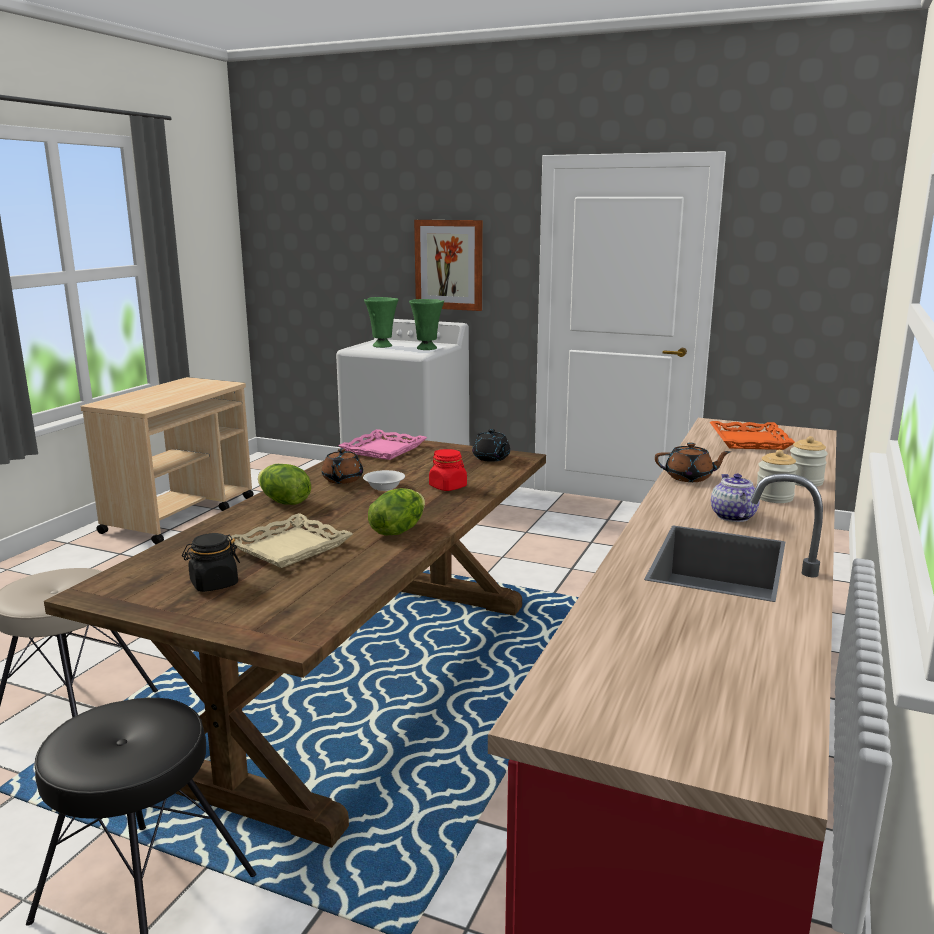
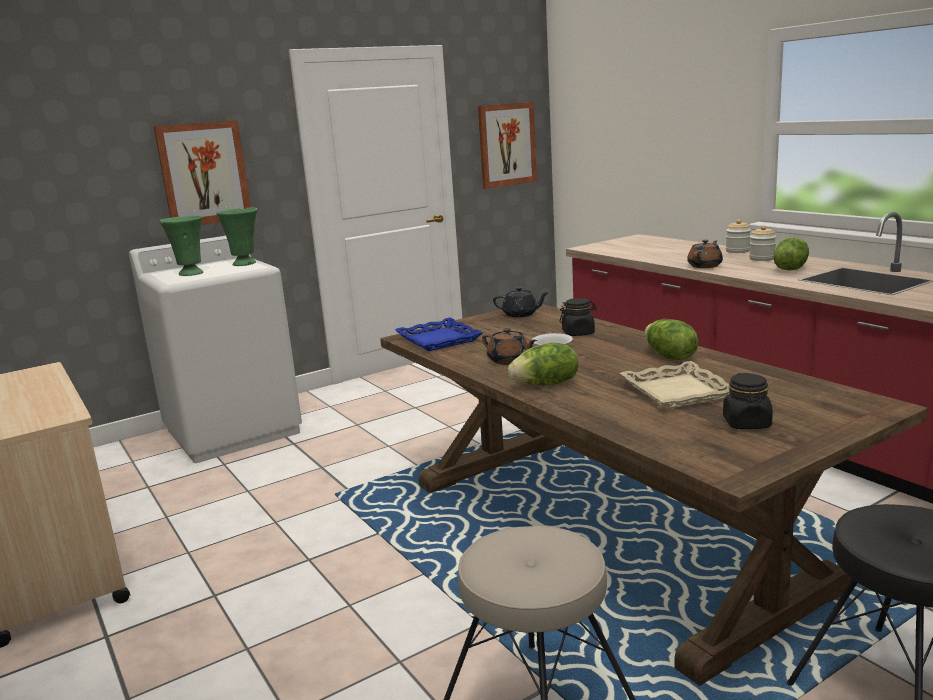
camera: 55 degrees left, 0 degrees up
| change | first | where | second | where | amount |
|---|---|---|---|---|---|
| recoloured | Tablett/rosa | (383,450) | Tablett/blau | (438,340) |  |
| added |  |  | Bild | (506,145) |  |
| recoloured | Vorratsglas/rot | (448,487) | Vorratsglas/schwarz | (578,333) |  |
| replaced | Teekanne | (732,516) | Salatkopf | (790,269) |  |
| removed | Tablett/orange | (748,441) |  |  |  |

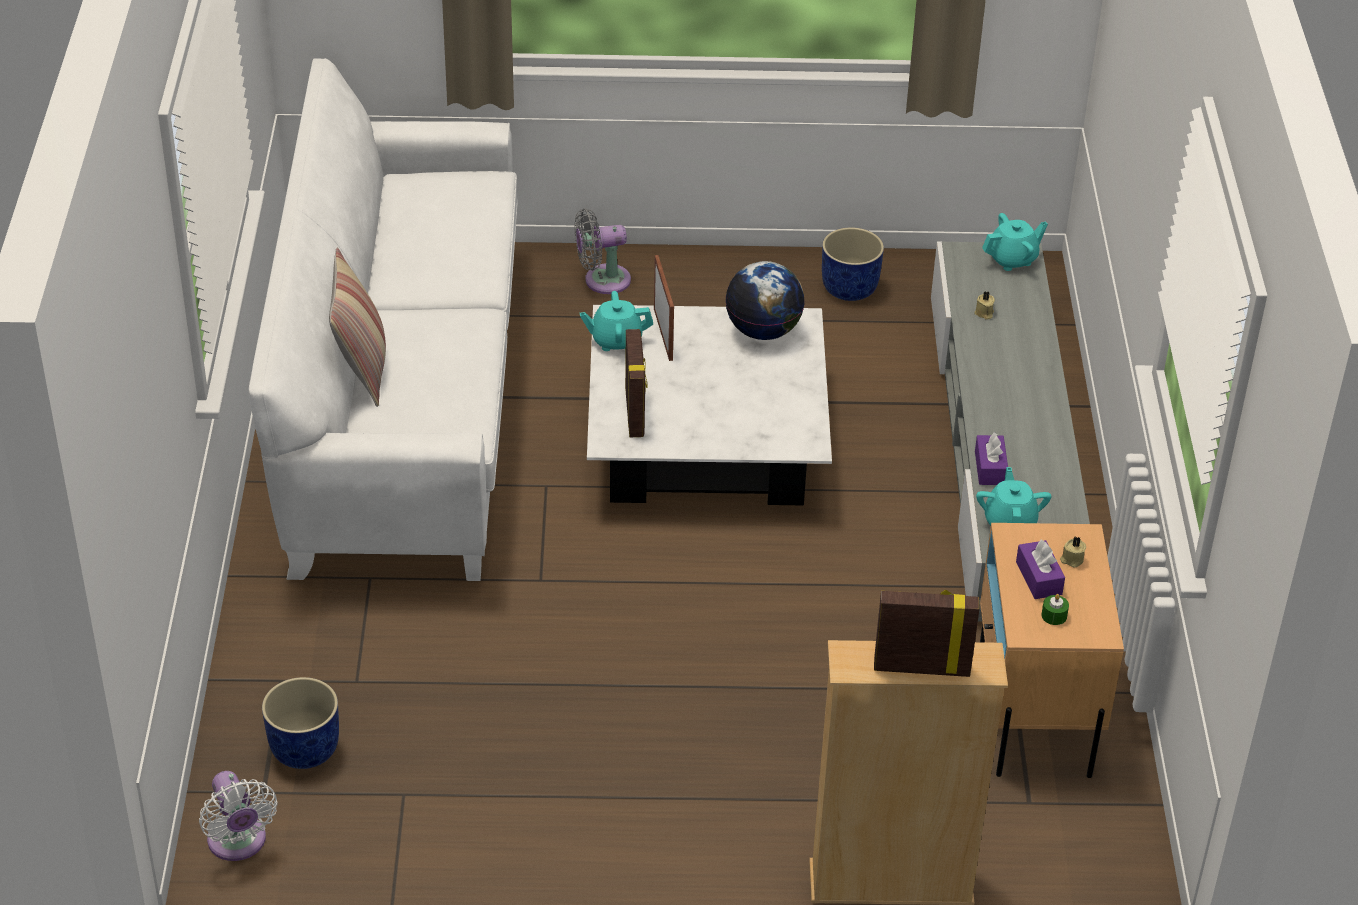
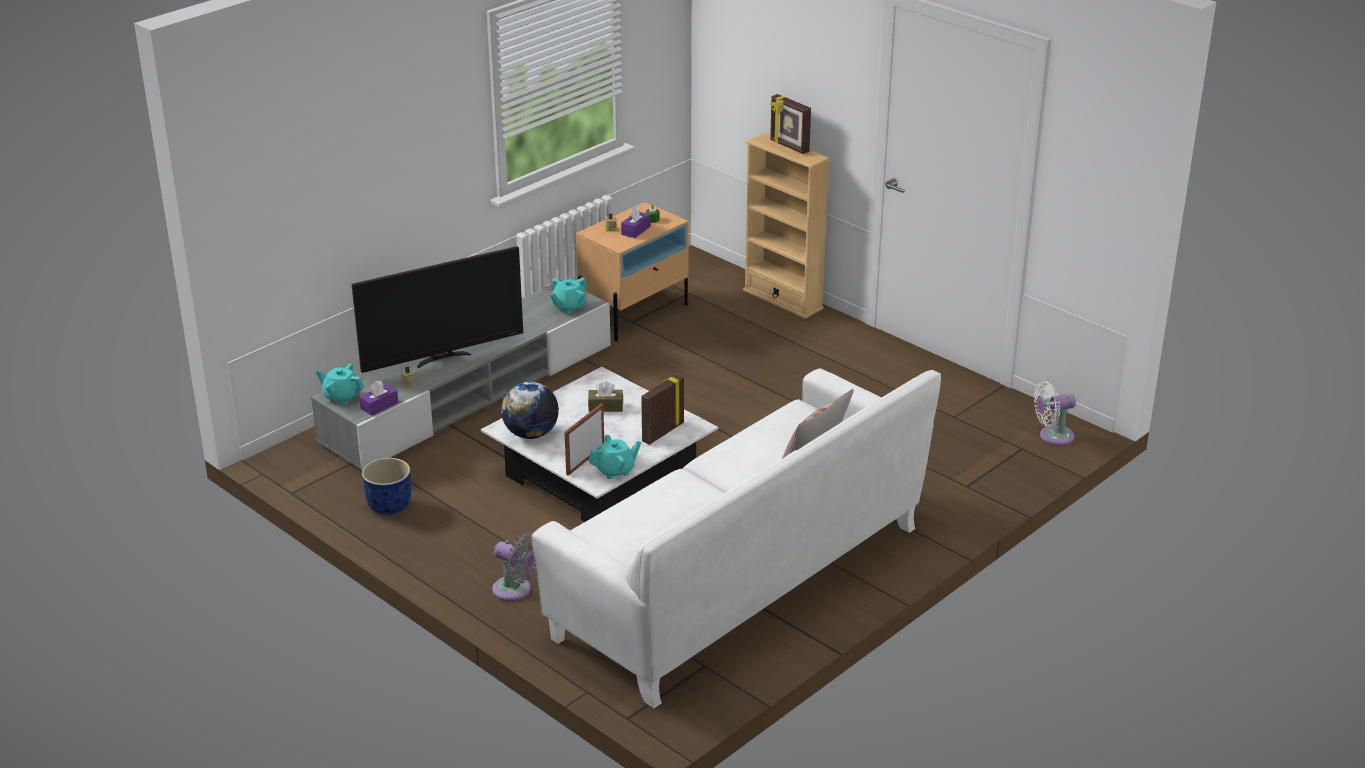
camera: 135 degrees left, 10 degrees down
| change | first | where | second | where | amount |
|---|---|---|---|---|---|
| added |  |  | Fernseher | (442,358) |  |
| moved | Taschentuchbox/lila | (990,468) |  | (379,406) |  |
| added |  |  | Taschentuchbox/braun | (605,407) |  |
| turned | Teekanne/türkis | (616,340) |  | (615,470) | 60 degrees counterclockwise |
| turned | Ventilator/weiß | (238,843) |  | (1053,436) | 120 degrees counterclockwise |
| removed | Pflanzkübel/blau | (303,748) |  |  |  |

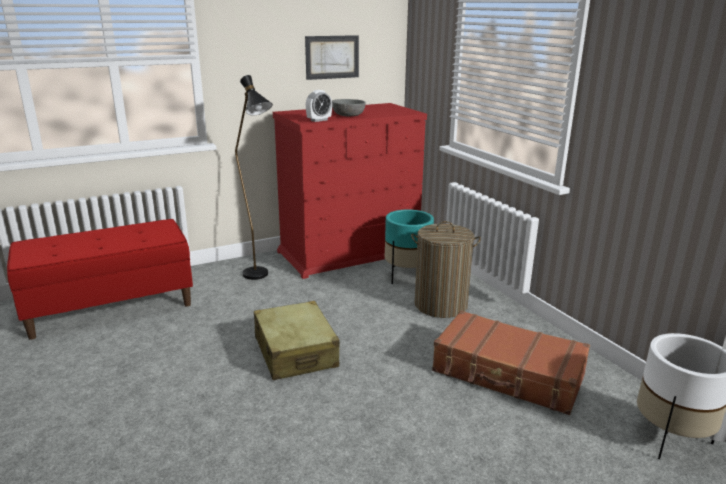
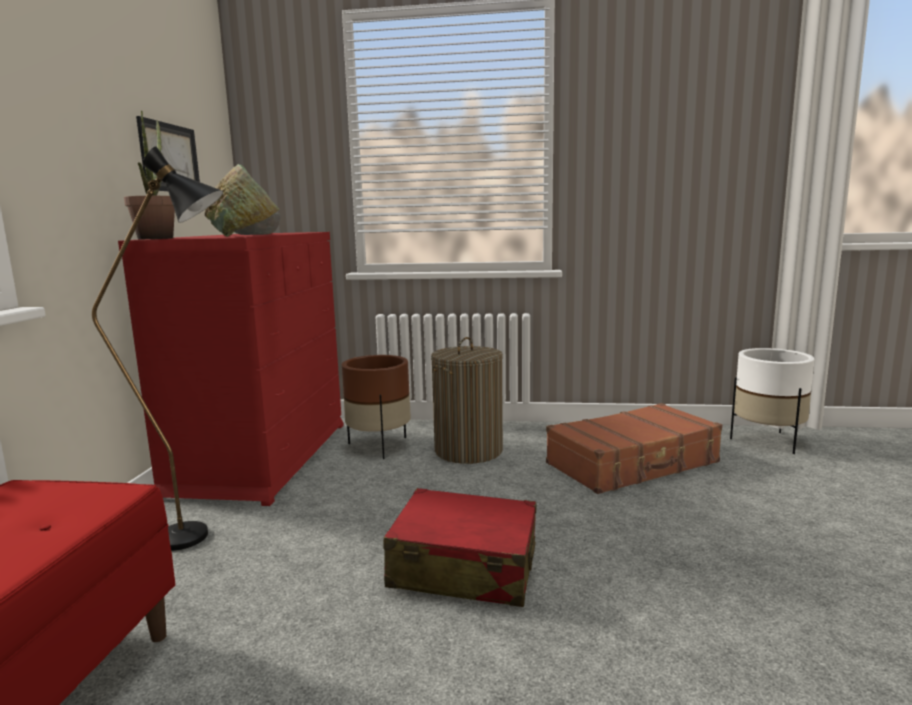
camera: 55 degrees left, 10 degrees down
| change | first | where | second | where | amount |
|---|---|---|---|---|---|
| added |  |  | Topfpflanze | (158,238) |  |
| replaced | Wecker | (319,120) | Schüssel/grün | (248,236) |  |
| recoloured | Pflanzkübel/türkis | (407,276) | Pflanzkübel/braun | (379,446) |  |
| recoloured | Koffer/beige | (295,352) | Koffer/rot | (464,568) |  |

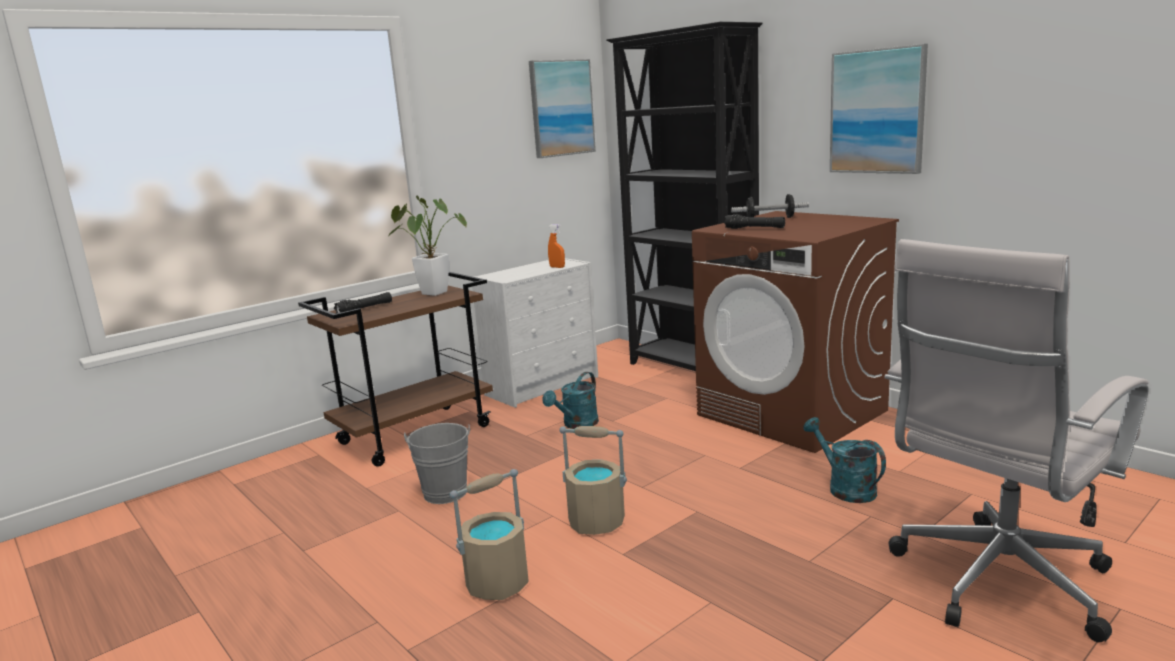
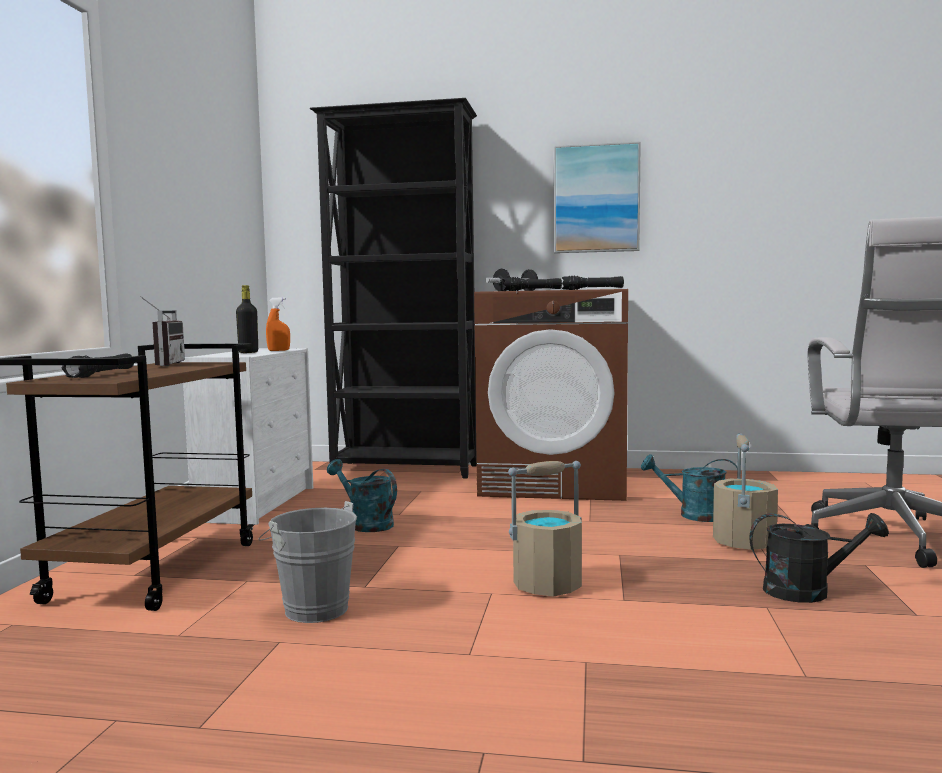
camera: 40 degrees left, 10 degrees down
| change | first | where | second | where | amount |
|---|---|---|---|---|---|
| replaced | Topfpflanze | (430,292) | Radio | (163,364) |  |
| added |  |  | Flasche/schwarz | (248,352) |  |
| turned | Gießkanne/türkis | (576,424) |  | (365,523) | 135 degrees clockwise |
| added |  |  | Taschenlampe/schwarz | (592,289) |  |
| moved | Eimer/beige | (498,583) |  | (743,542) |  |
| added |  |  | Gießkanne/schwarz | (808,591) |  |
| removed | Bild | (561,108) |  |  |  |

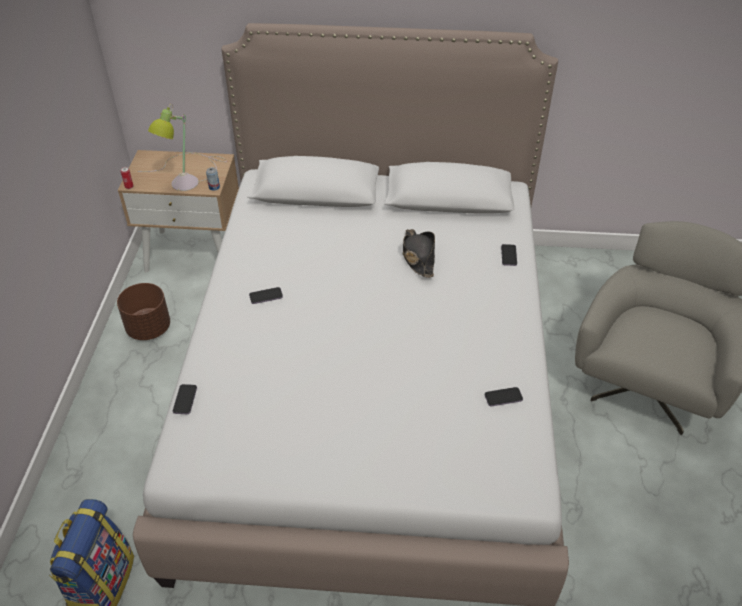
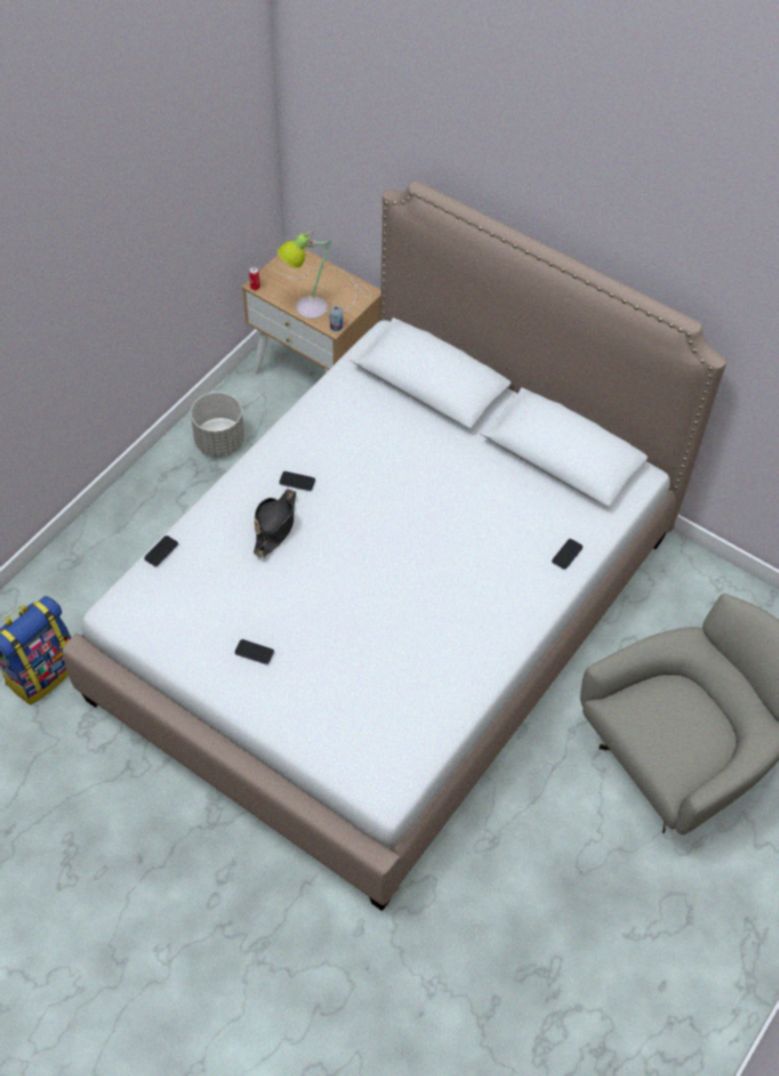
camera: 30 degrees right, 10 degrees up
| change | first | where | second | where | amount |
|---|---|---|---|---|---|
| recoloured | Pflanzkübel/braun | (149,328) | Pflanzkübel/grau | (220,441) |  |
| moved | Handy | (503,397) |  | (254,652) |  |
| moved | Hut/schwarz | (418,257) |  | (275,526) |  |

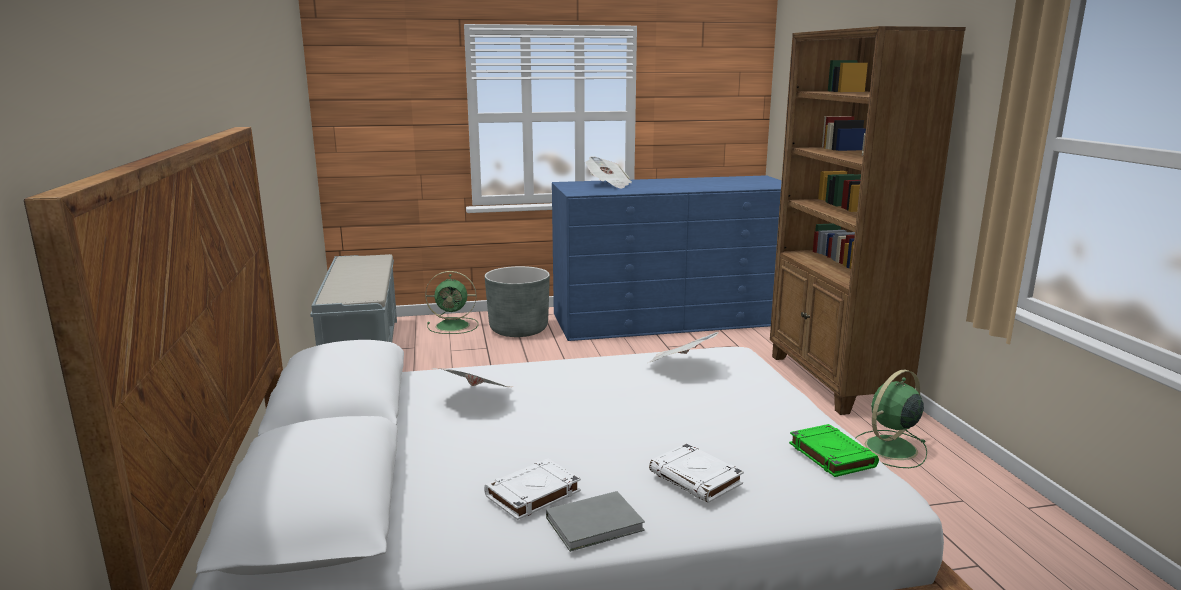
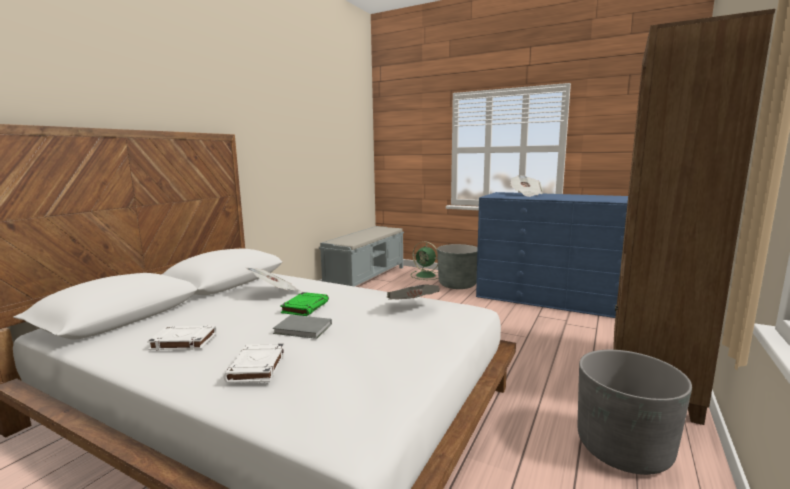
camera: 40 degrees right, 5 degrees down
| change | first | where | second | where | amount |
|---|---|---|---|---|---|
| moved | Buch/grau | (597,524) |  | (304,329) |  |
| moved | Buch/grün | (830,455) |  | (305,307) |  |
| replaced | Ventilator/grün | (889,448) | Pflanzkübel/grau | (623,448) |  |

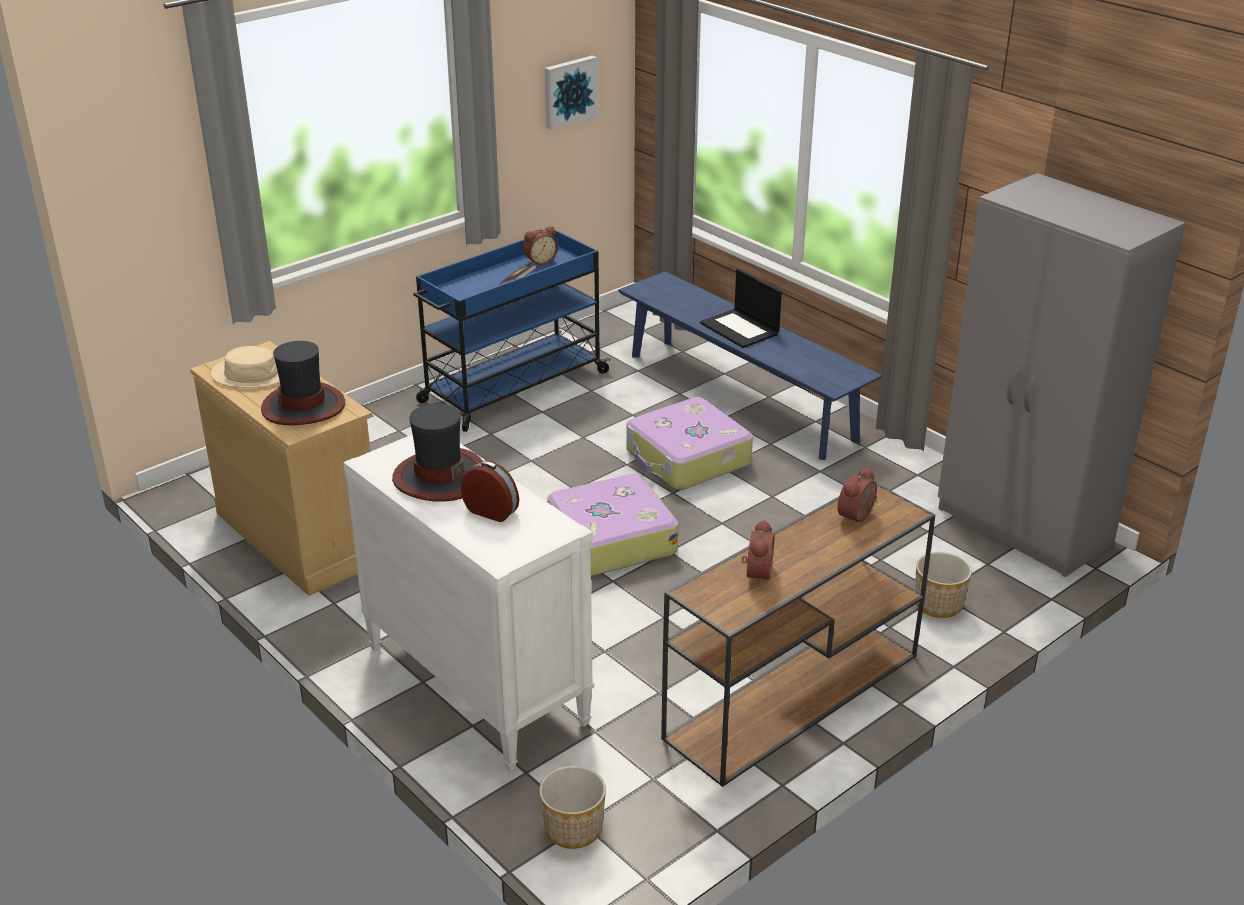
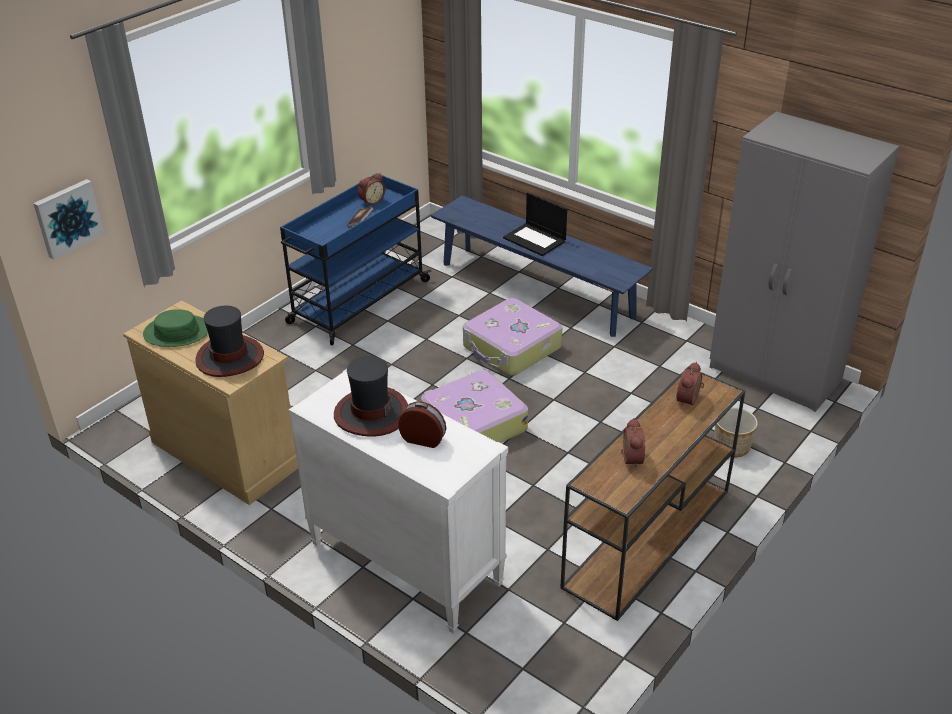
camera: 10 degrees left, 5 degrees up
| change | first | where | second | where | amount |
|---|---|---|---|---|---|
| moved | Bild | (569,91) |  | (67,218) |  |
| recoloured | Hut/beige | (252,373) | Hut/grün | (177,332) |  |
| removed | Pflanzkübel | (573,828) |  |  |  |

